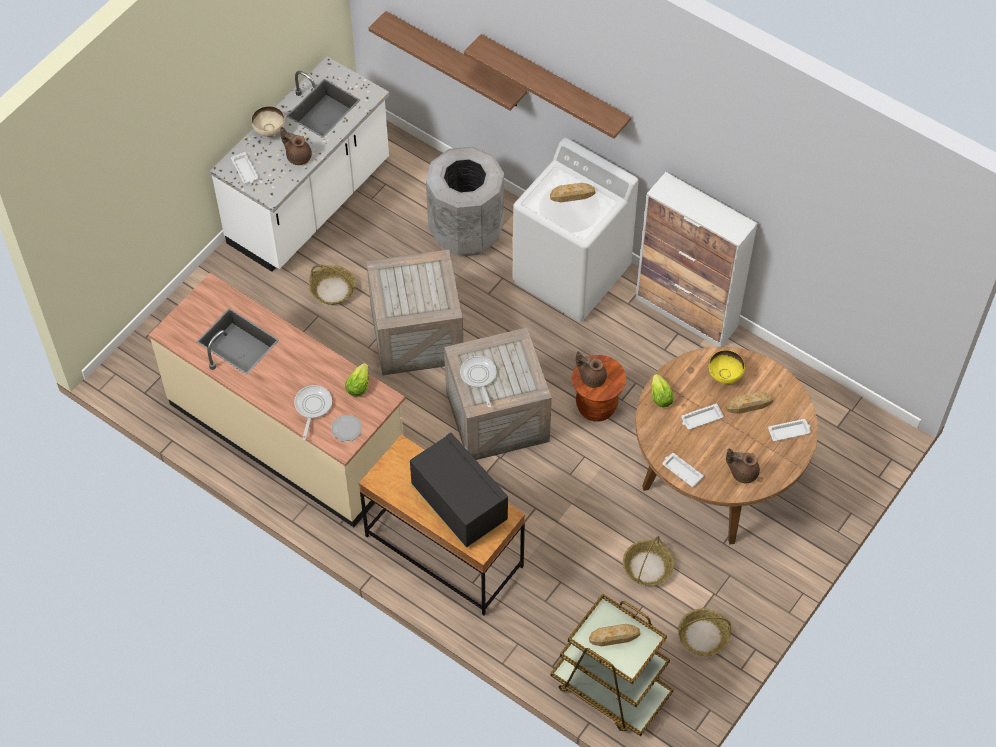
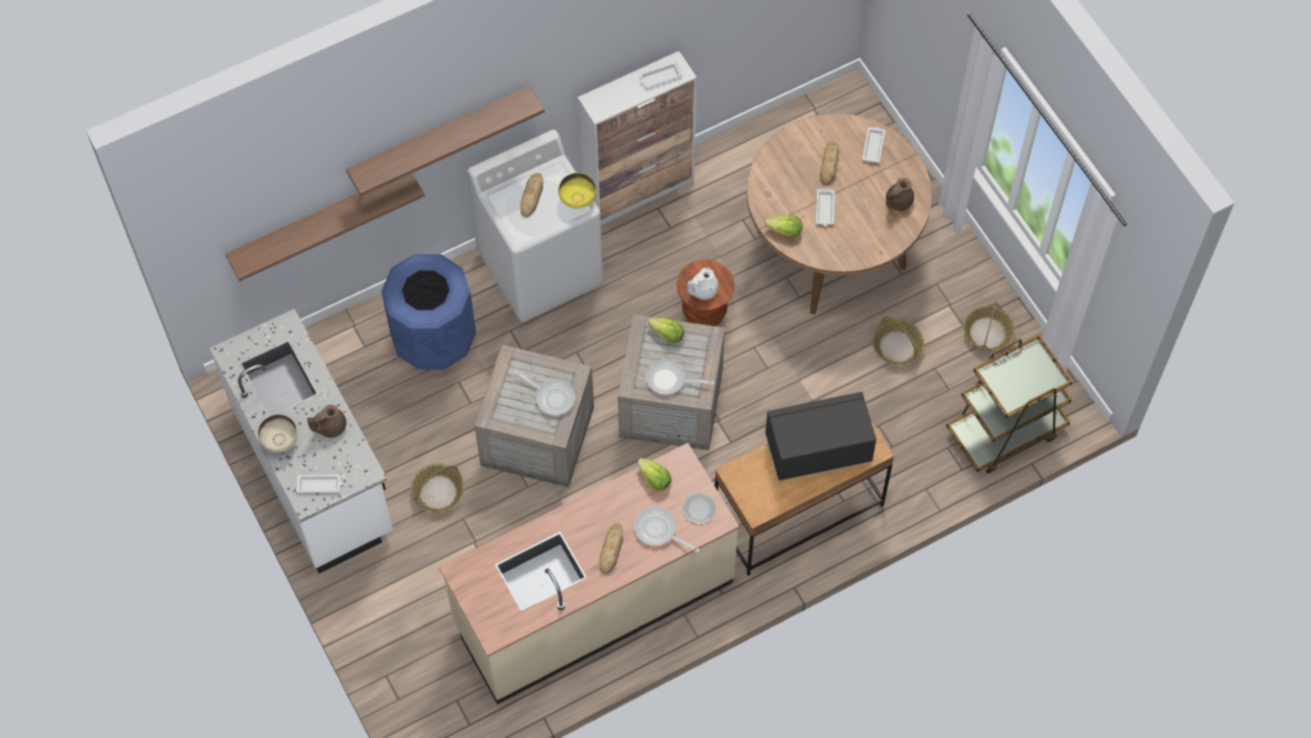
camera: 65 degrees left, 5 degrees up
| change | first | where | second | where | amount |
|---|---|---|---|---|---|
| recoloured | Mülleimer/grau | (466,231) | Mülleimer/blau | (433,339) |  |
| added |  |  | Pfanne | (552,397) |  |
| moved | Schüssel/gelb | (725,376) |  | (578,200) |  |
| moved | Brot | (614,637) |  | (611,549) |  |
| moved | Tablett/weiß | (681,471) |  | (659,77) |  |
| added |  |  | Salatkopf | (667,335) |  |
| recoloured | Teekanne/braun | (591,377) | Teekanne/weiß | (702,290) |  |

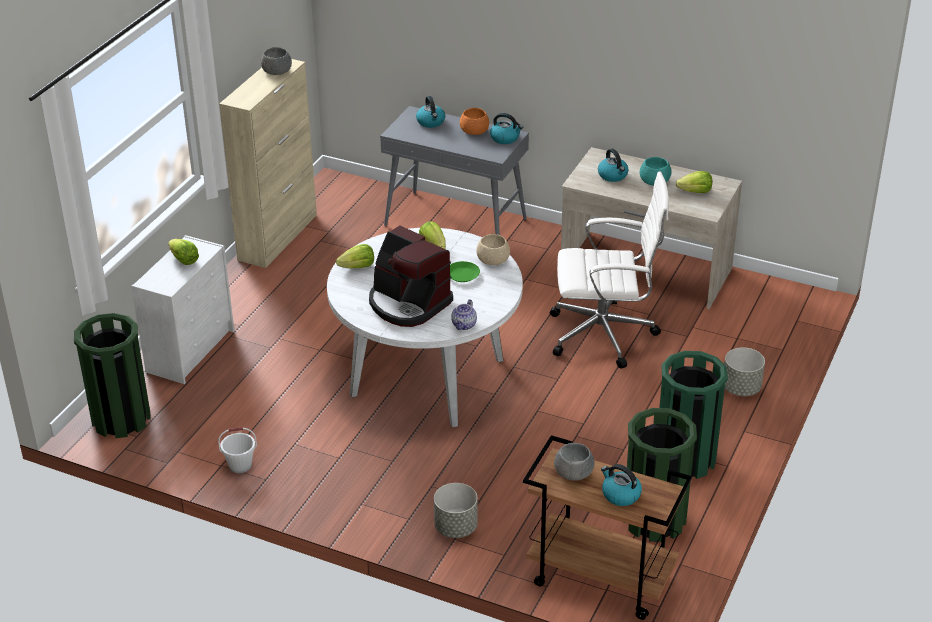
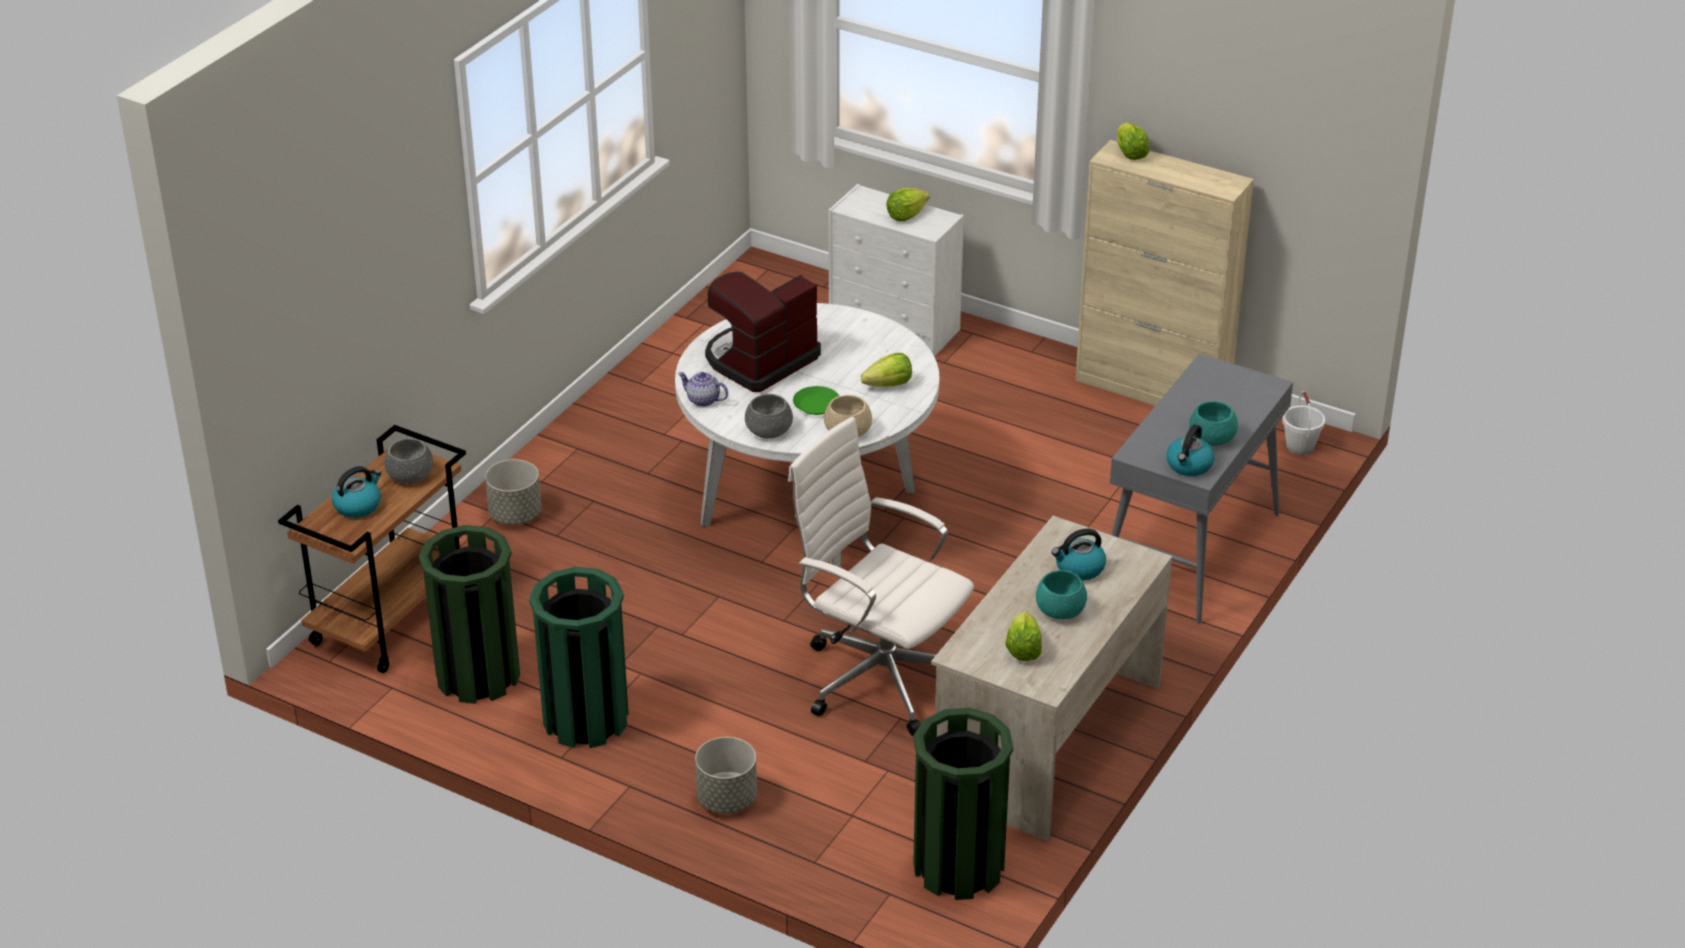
camera: 95 degrees right, 0 degrees up
| change | first | where | second | where | amount |
|---|---|---|---|---|---|
| moved | Schüssel/grau | (277,71) |  | (769,430) |  |
| turned | Bürostuhl/weiß | (605,334) |  | (880,676) | 120 degrees clockwise |
| moved | Mülleimer/grün | (121,419) |  | (958,867) |  |
| moved | Salatkopf | (358,267) |  | (1130,153) |  |
| recoloured | Schüssel/orange | (474,131) | Schüssel/türkis | (1212,438) |  |
| moved | Eimer/weiß | (240,465) |  | (1300,446) |  |
| removed | Wasserkessel | (431,122) |  |  |  |

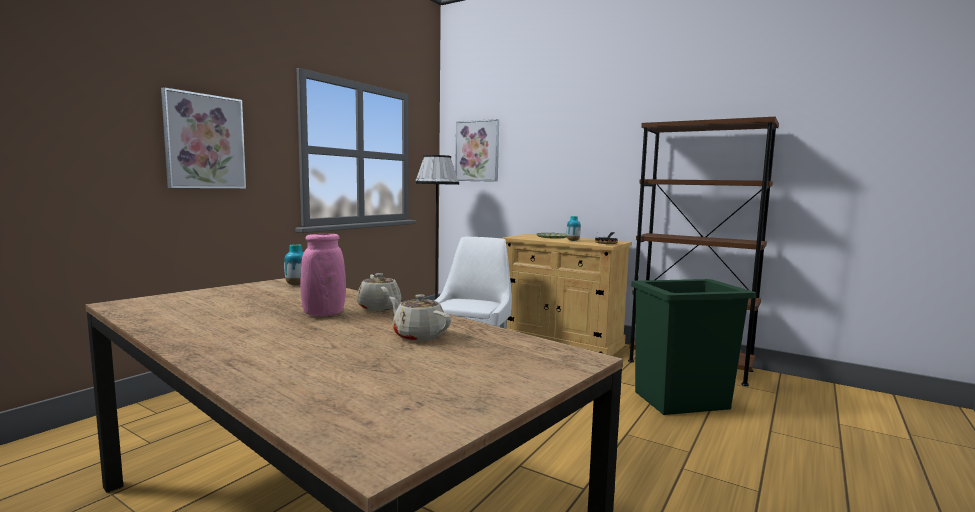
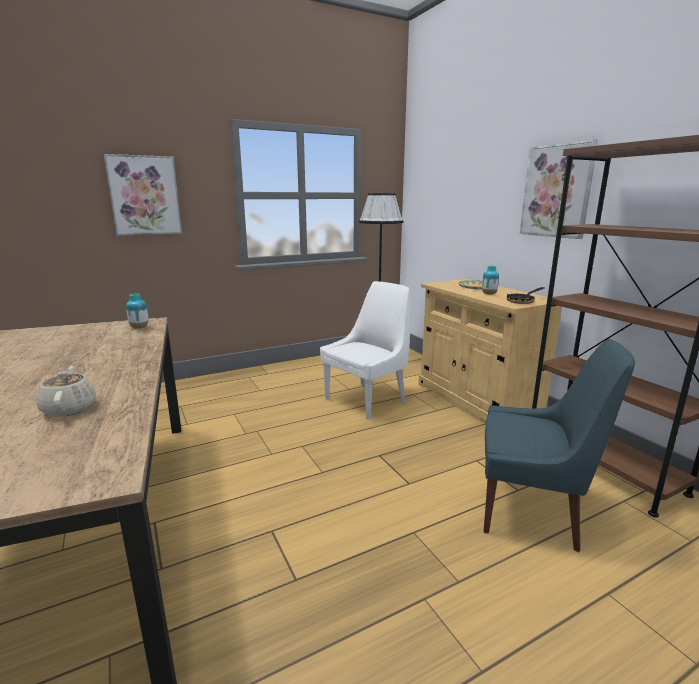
camera: 30 degrees right, 10 degrees up
| change | first | where | second | where | amount |
|---|---|---|---|---|---|
| replaced | Mülleimer/grün | (682,400) | Stuhl/blau | (532,511) |  |
| moved | Bild | (477,151) |  | (557,191) |  |
| removed | Vase/rosa | (324,314) |  |  |  |
| removed | Teekanne/beige | (379,307) |  |  |  |

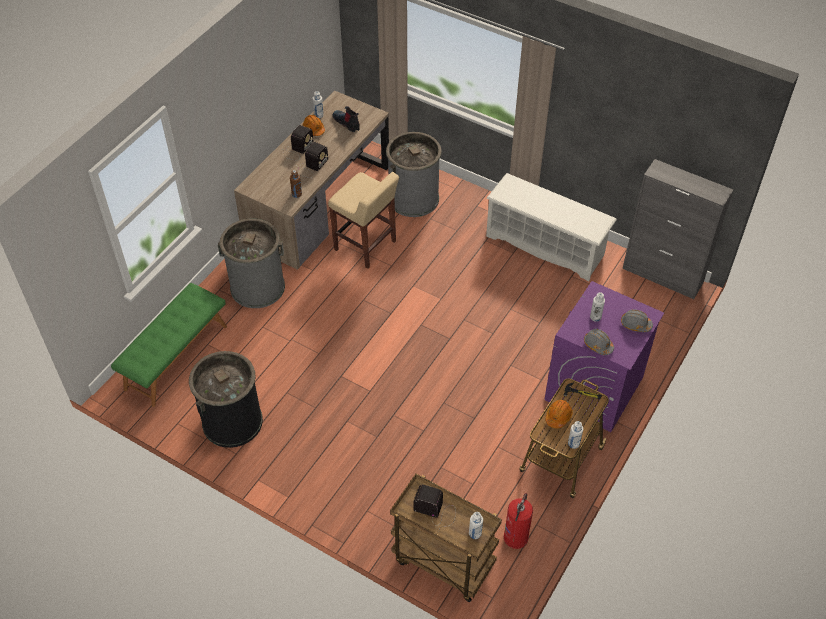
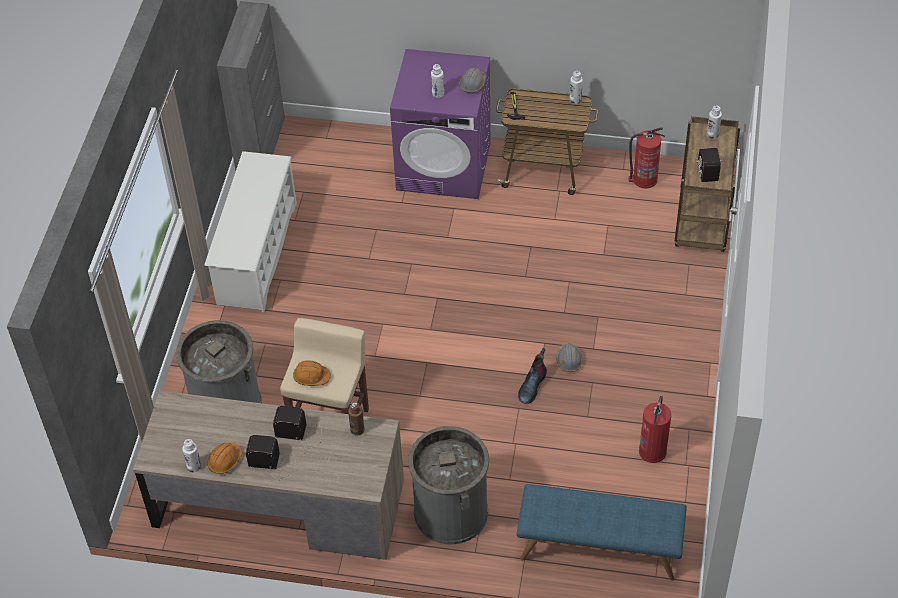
camera: 110 degrees left, 0 degrees up
| change | first | where | second | where | amount |
|---|---|---|---|---|---|
| moved | Schutzhelm/orange | (558,416) |  | (311,377) |  |
| recoloured | Bank/grün | (176,357) | Bank/blau | (599,549) |  |
| moved | Stiefel | (347,123) |  | (532,385) |  |
| moved | Schutzhelm/grau | (635,324) |  | (569,360) |  |
| replaced | Mülleimer/schwarz | (232,421) | Feuerlöscher | (653,450) |  |

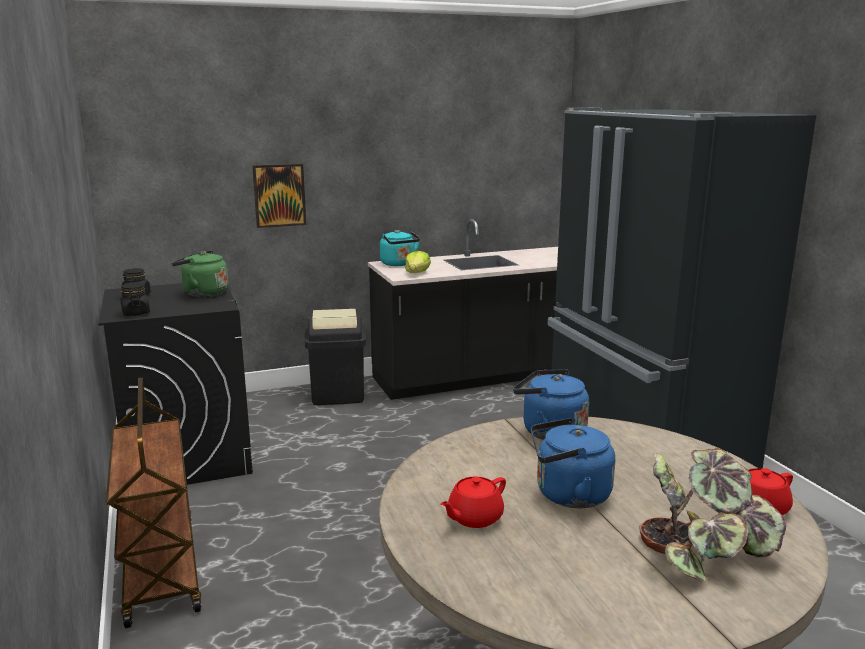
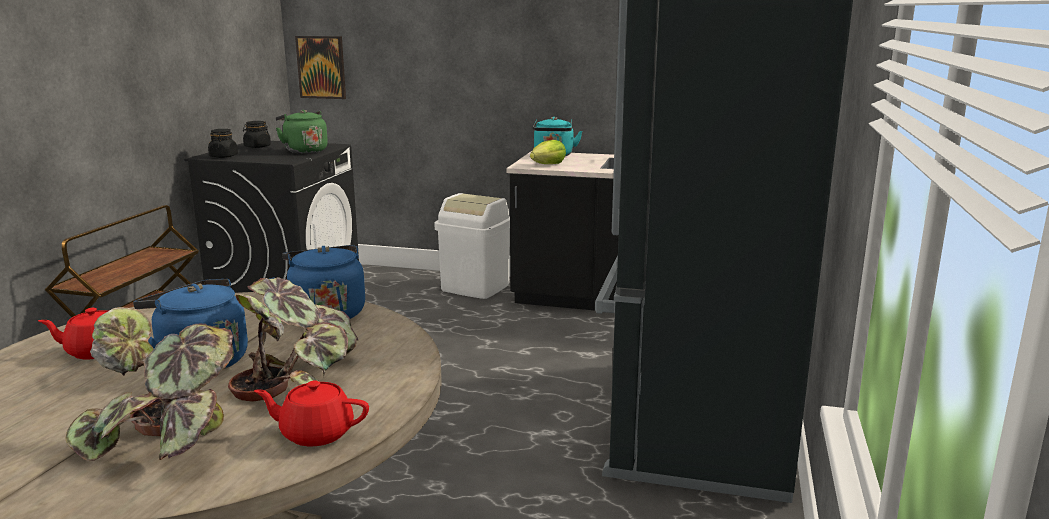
camera: 35 degrees right, 0 degrees up
| change | first | where | second | where | amount |
|---|---|---|---|---|---|
| added |  |  | Topfpflanze | (299,378) |  |
| moved | Bild | (279,195) |  | (321,67) |  |
| recoloured | Mülleimer/schwarz | (338,395) | Mülleimer/weiß | (475,287) |  |

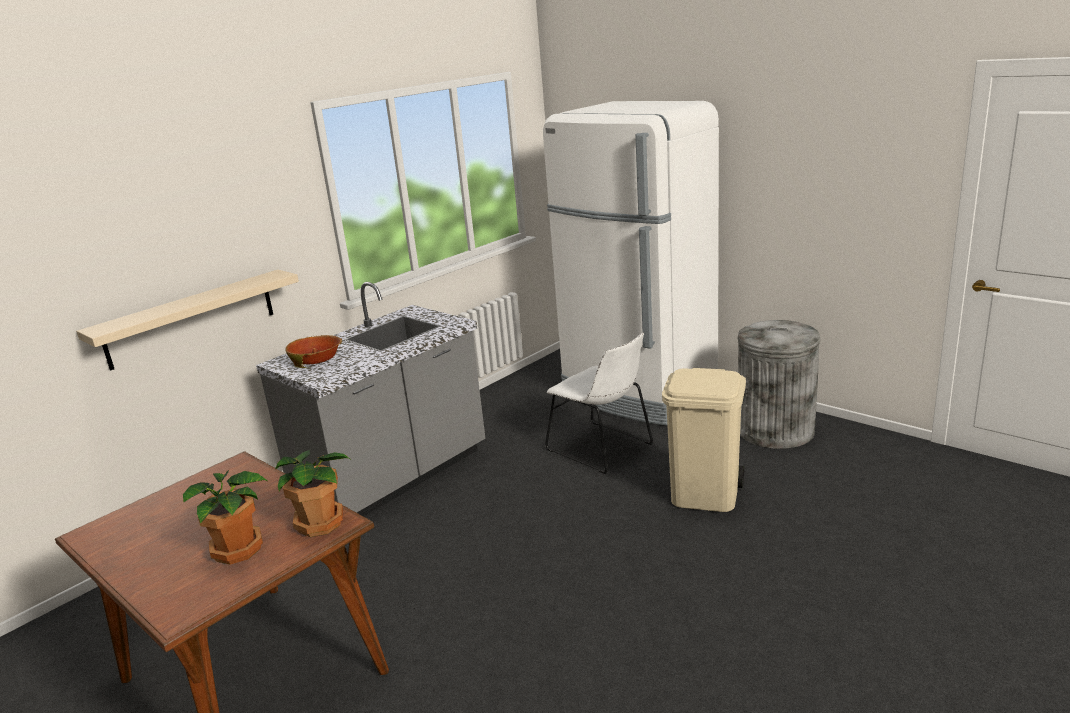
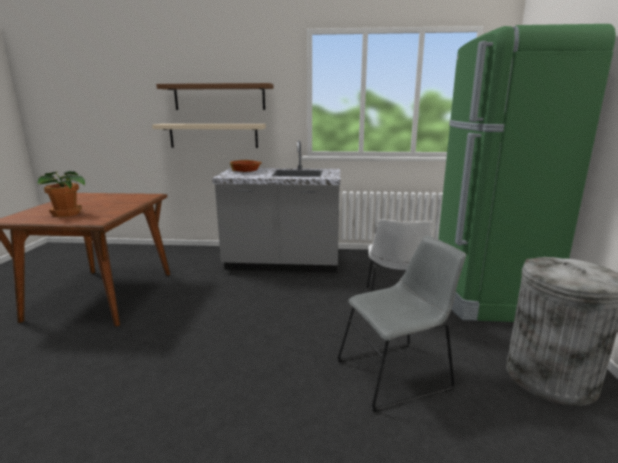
camera: 50 degrees right, 5 degrees down
| change | first | where | second | where | amount |
|---|---|---|---|---|---|
| added |  |  | Wandregal/braun | (219,97) |  |
| replaced | Mülleimer/beige | (705,495) | Stuhl/grau | (397,373) |  |
| recoloured | Kühlschrank/weiß | (638,393) | Kühlschrank/grün | (484,295) |  |
| removed | Topfpflanze | (320,522) |  |  |  |

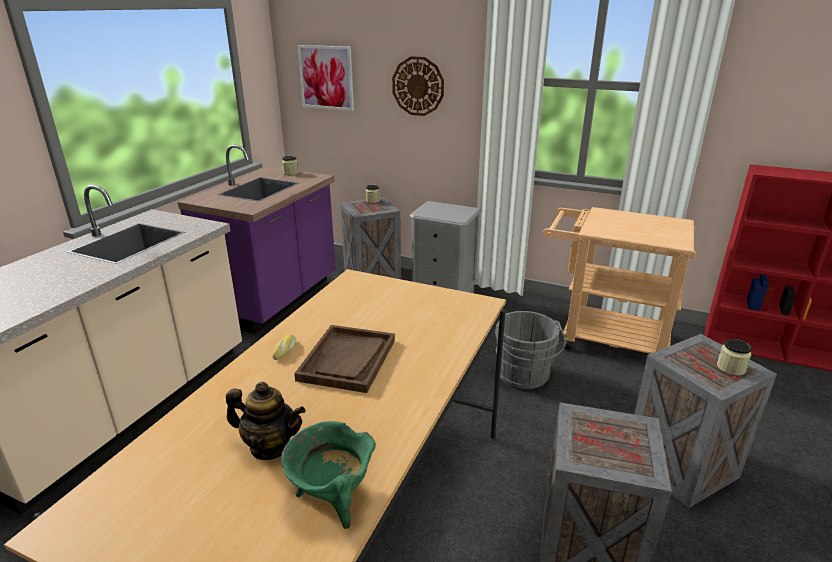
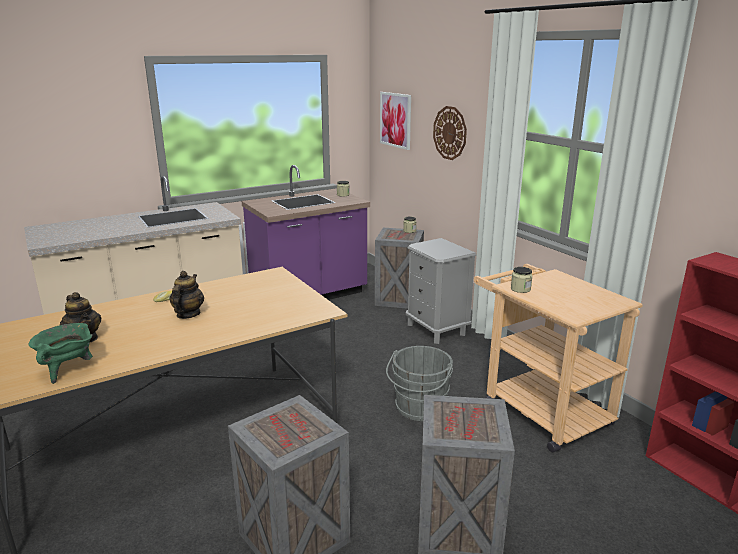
camera: 35 degrees right, 5 degrees down
| change | first | where | second | where | amount |
|---|---|---|---|---|---|
| replaced | Tablett/braun | (347,360) | Teekanne | (188,314) |  |
| moved | Vorratsglas | (731,368) |  | (520,289) |  |

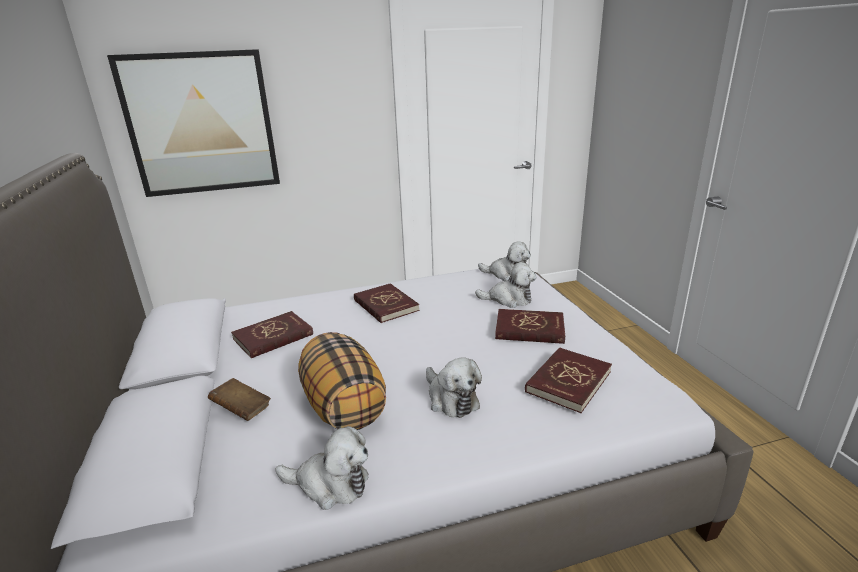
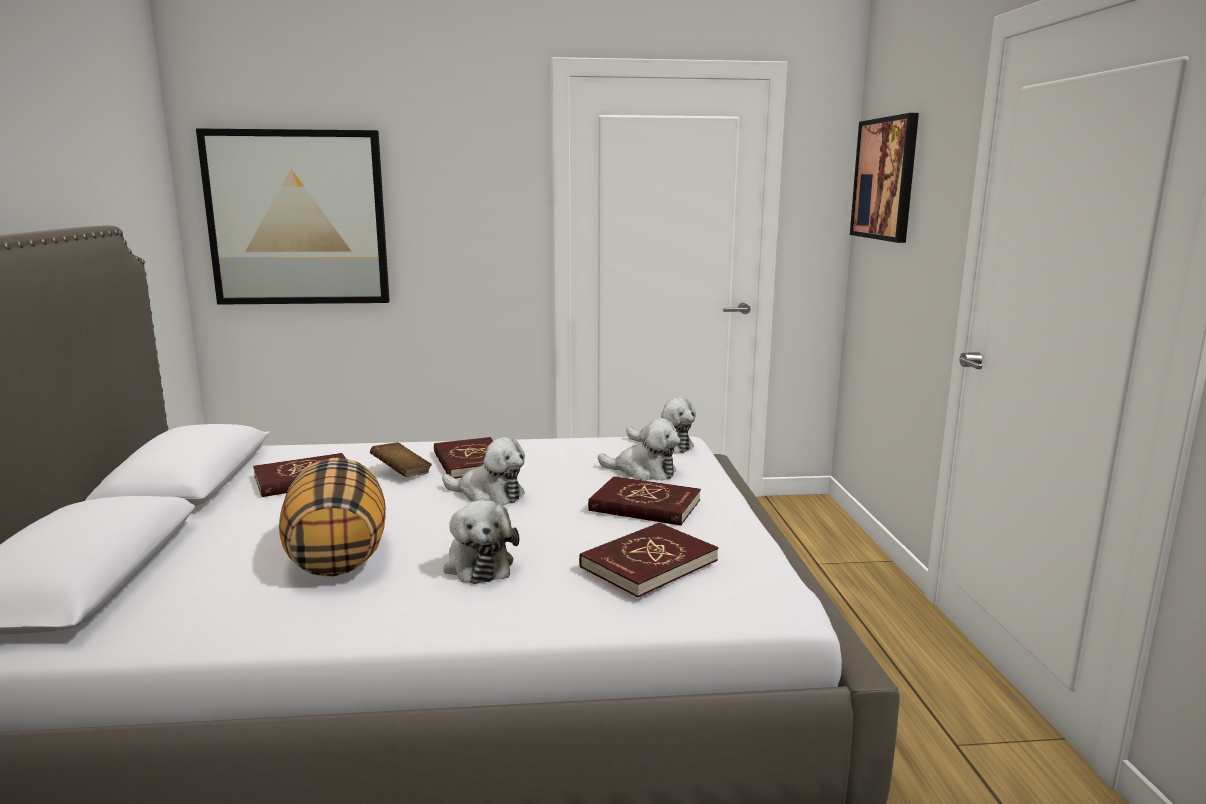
camera: 10 degrees right, 10 degrees down
| change | first | where | second | where | amount |
|---|---|---|---|---|---|
| moved | Buch/braun | (242,410) |  | (401,473) |  |
| moved | Plüschtier | (330,484) |  | (488,495) |  |
| added |  |  | Bild | (885,179) |  |

